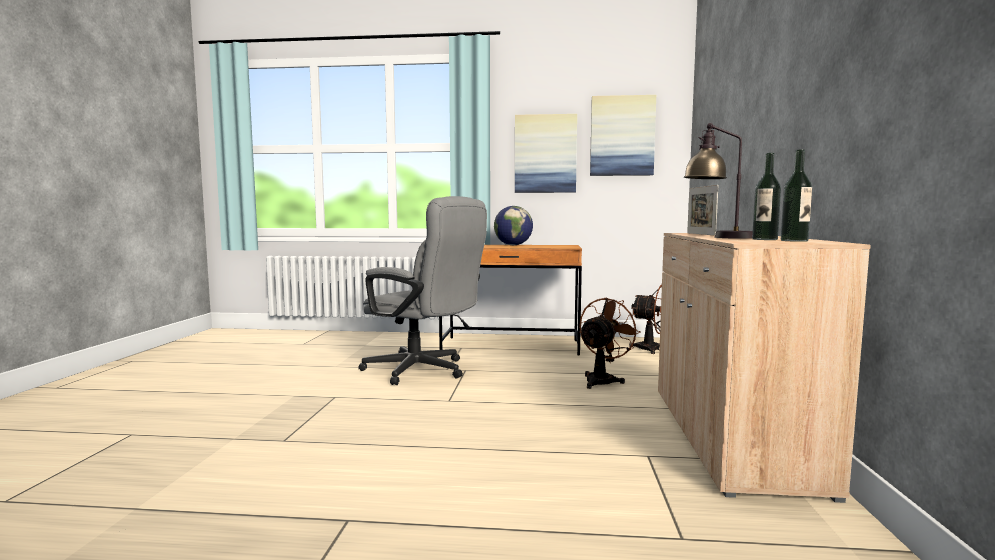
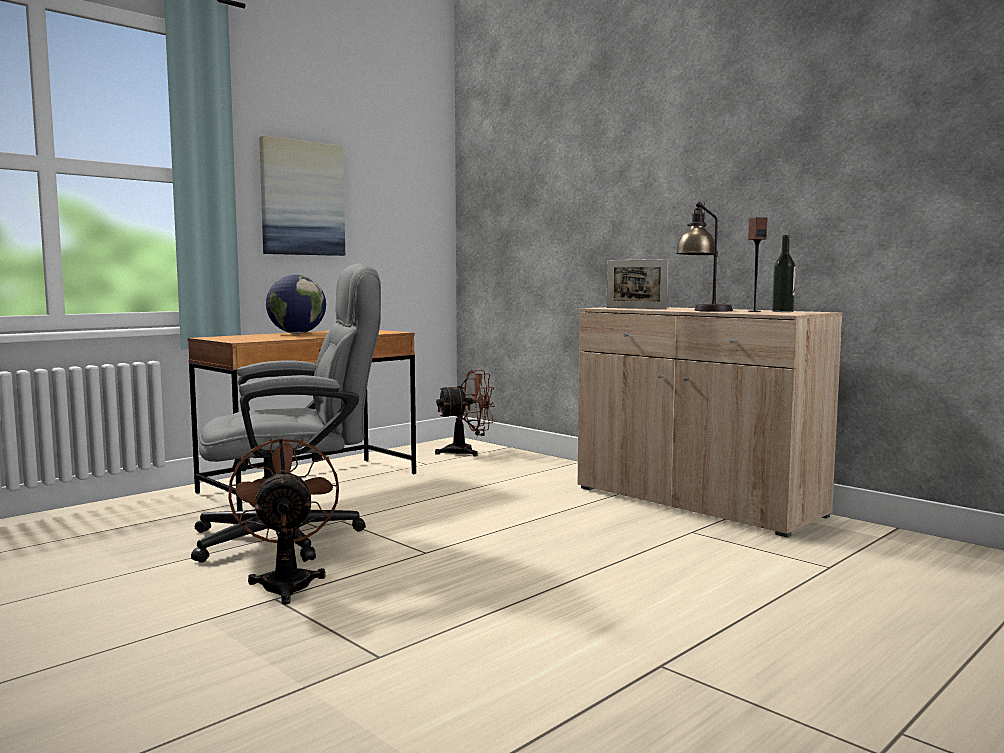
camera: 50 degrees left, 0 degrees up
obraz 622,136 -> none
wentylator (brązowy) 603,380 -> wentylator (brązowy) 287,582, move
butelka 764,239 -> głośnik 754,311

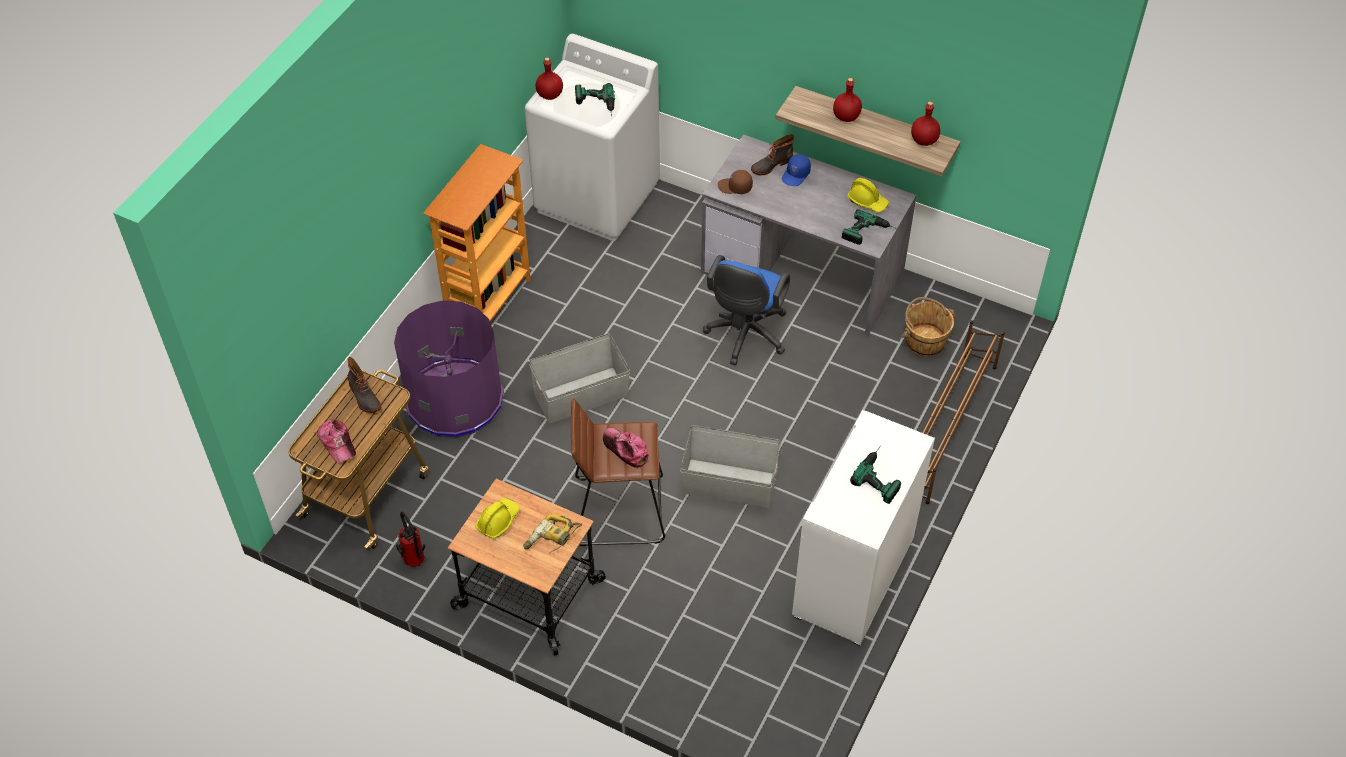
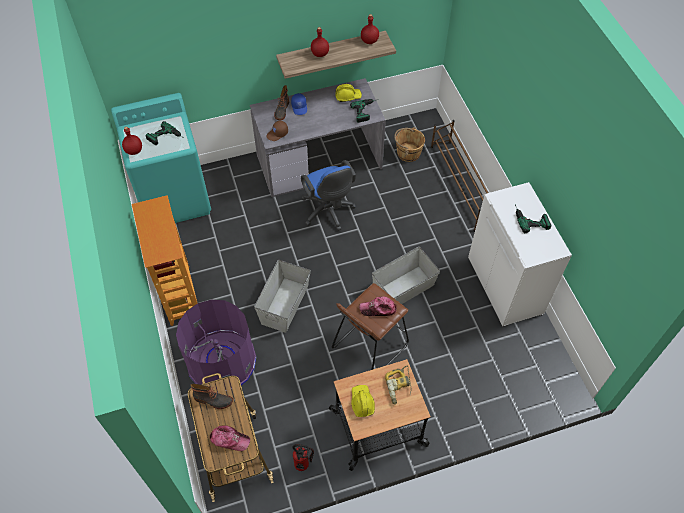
camera: 45 degrees left, 5 degrees up
pralka (biały) 597,197 -> pralka (turkusowy) 175,197

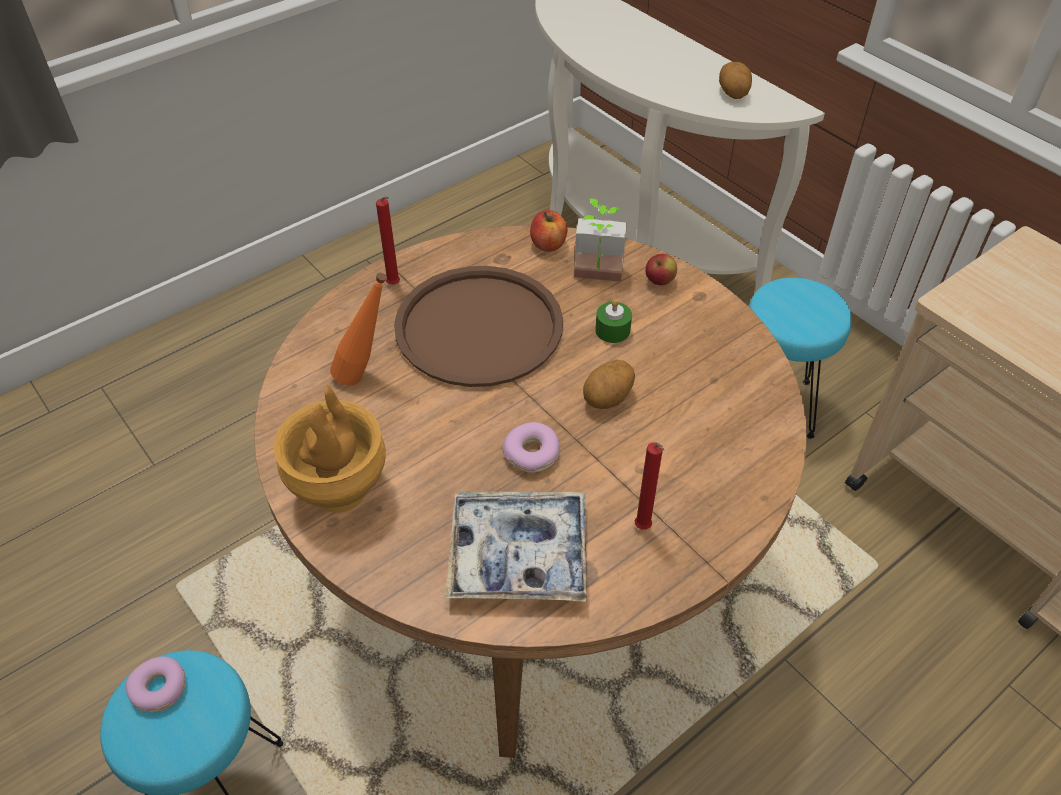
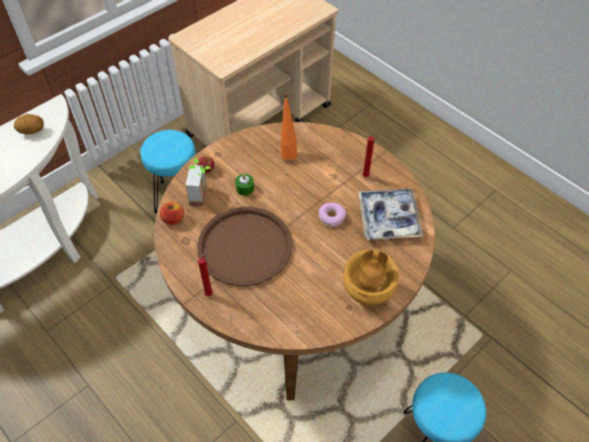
camera: 95 degrees left, 5 degrees up
donut 159,689 -> none
ziemniak 608,398 -> none
butelka (pomarańczowy) 366,376 -> butelka (pomarańczowy) 288,151, move

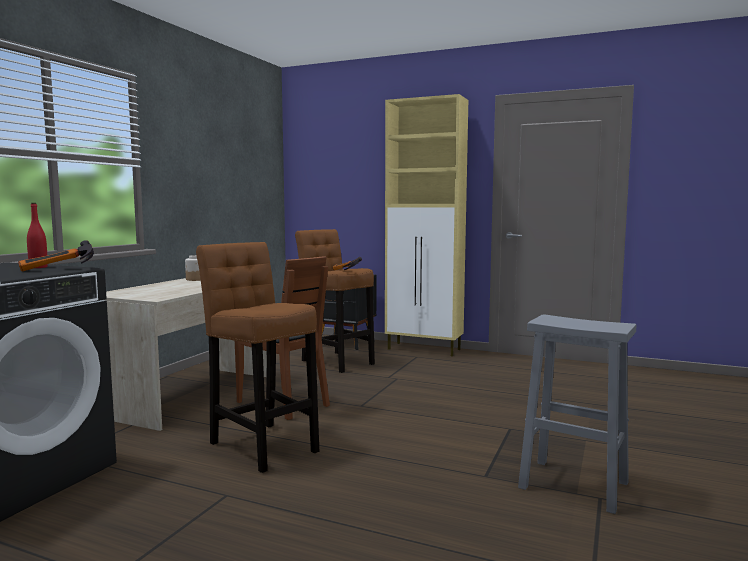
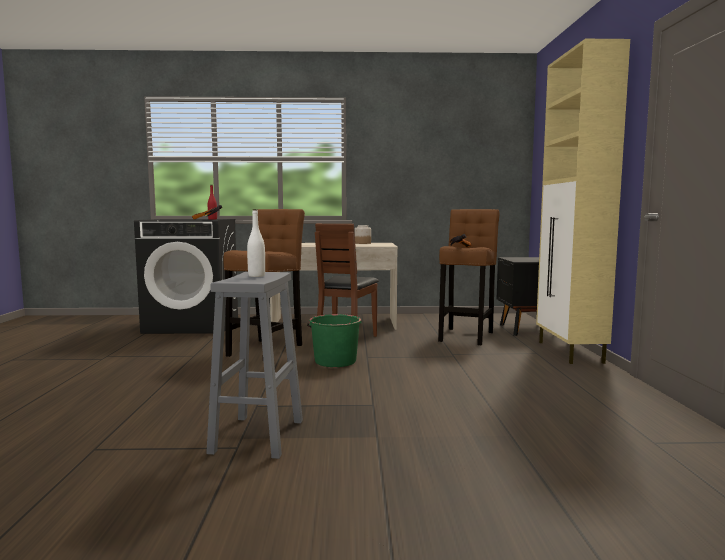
camera: 65 degrees right, 0 degrees up
none -> butelka (biały) 256,276
none -> wiadro (zielony) 335,361

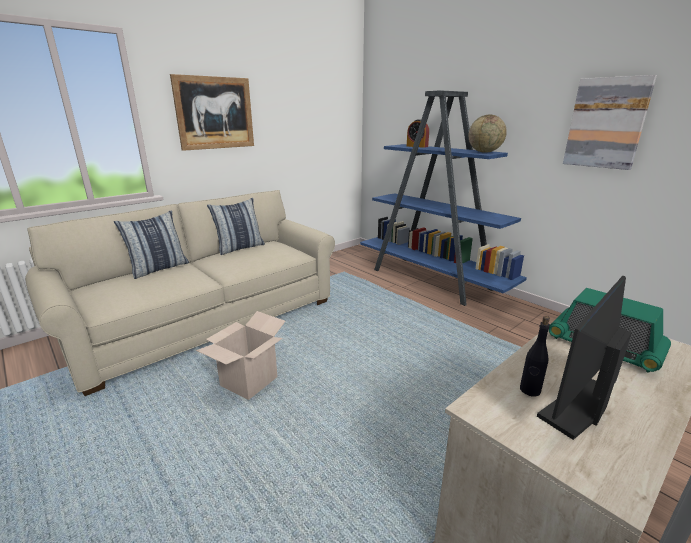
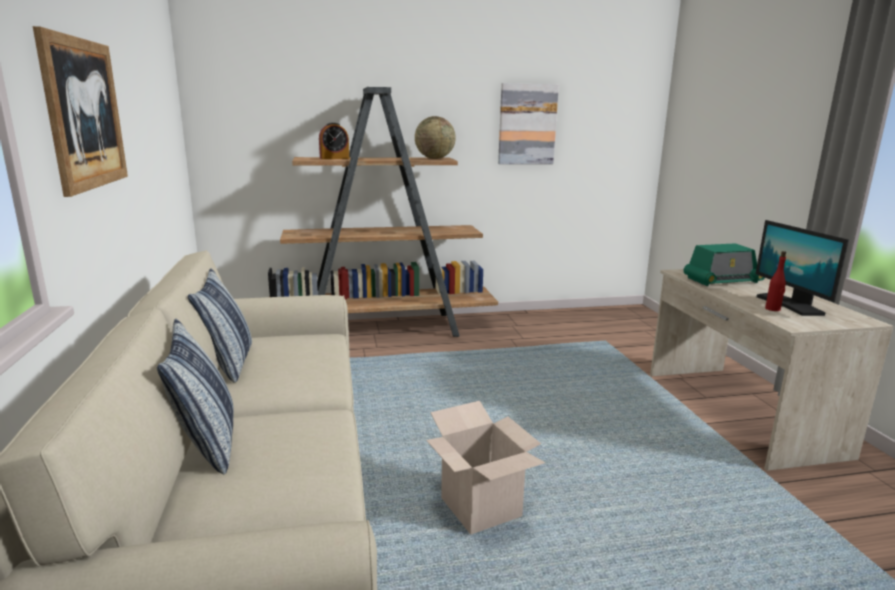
camera: 60 degrees left, 5 degrees down
regał (niebieski) 432,280 -> regał (brązowy) 384,329
butelka (czarny) 529,390 -> butelka (czerwony) 772,309

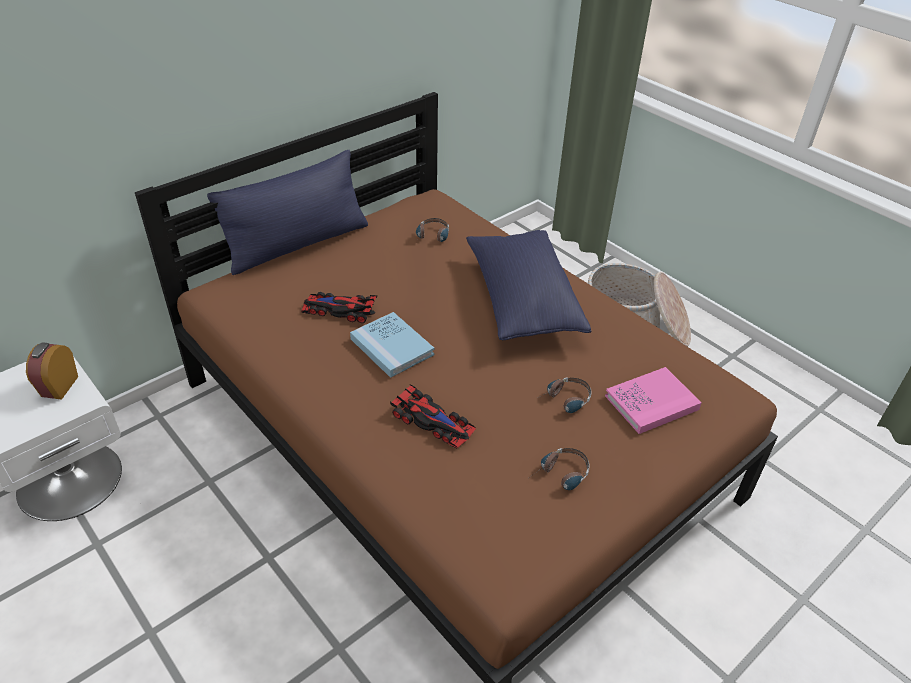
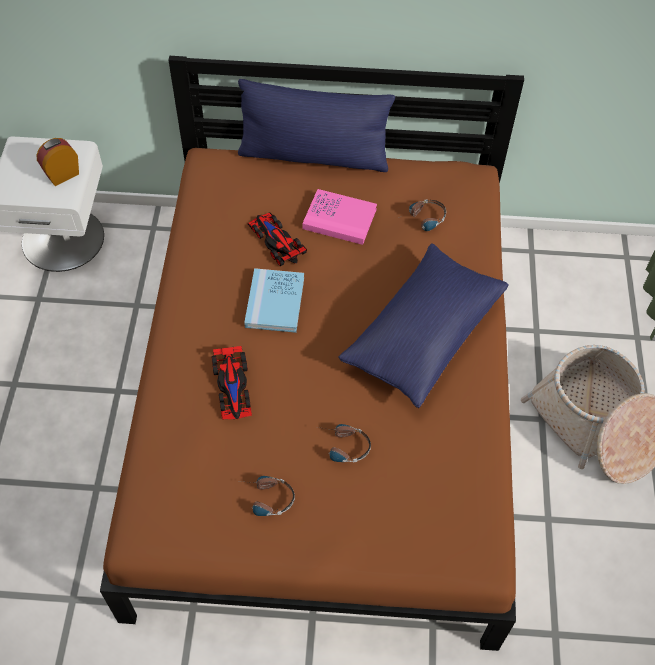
camera: 45 degrees right, 15 degrees up
książka (różowy) 651,402 -> książka (różowy) 339,219, move

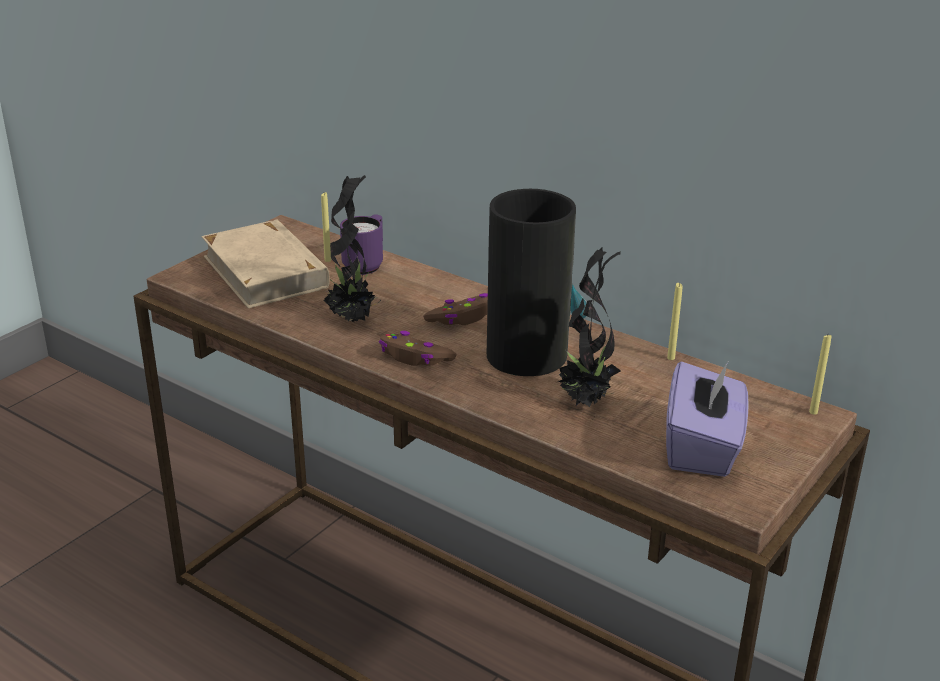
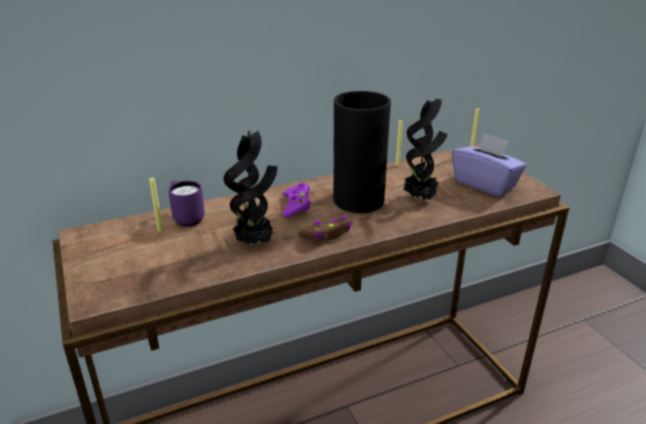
camera: 60 degrees left, 0 degrees up
książka (beżowy) 266,271 -> none
pad do gier (brązowy) 462,318 -> pad do gier (fioletowy) 296,206

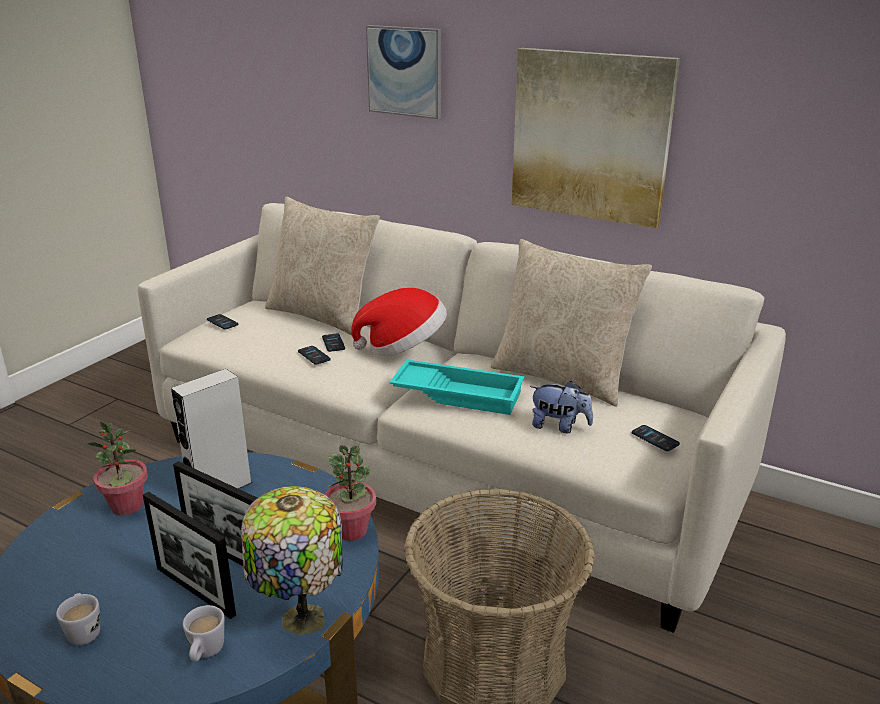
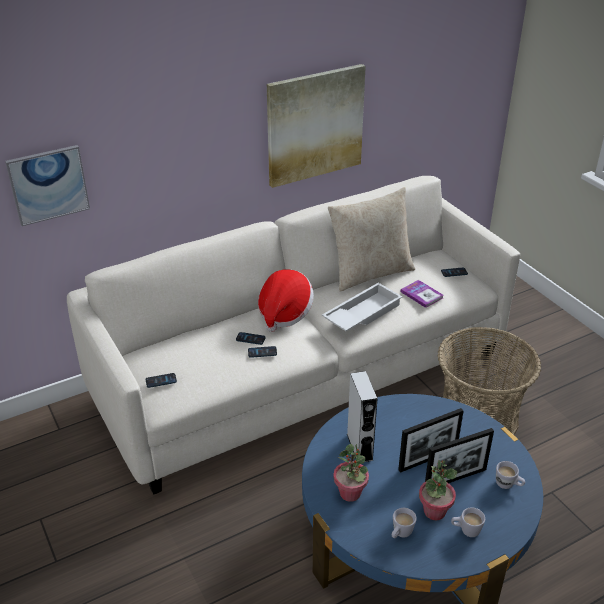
camera: 60 degrees left, 10 degrees up
lampa stołowa 300,621 -> none
poduszka (beżowy) 323,316 -> none
none -> kubek (biały) 400,534
roślina doniczkowa 351,530 -> roślina doniczkowa 434,511, move
obraz 405,71 -> obraz 48,184, move
pluszak 559,426 -> książka 422,295
taca (turkusowy) 459,393 -> taca (biały) 361,313

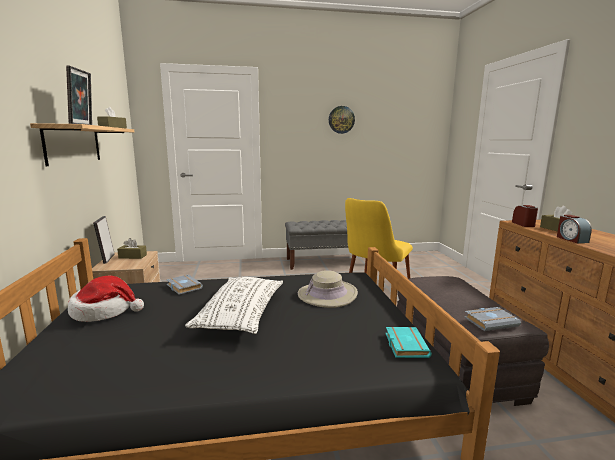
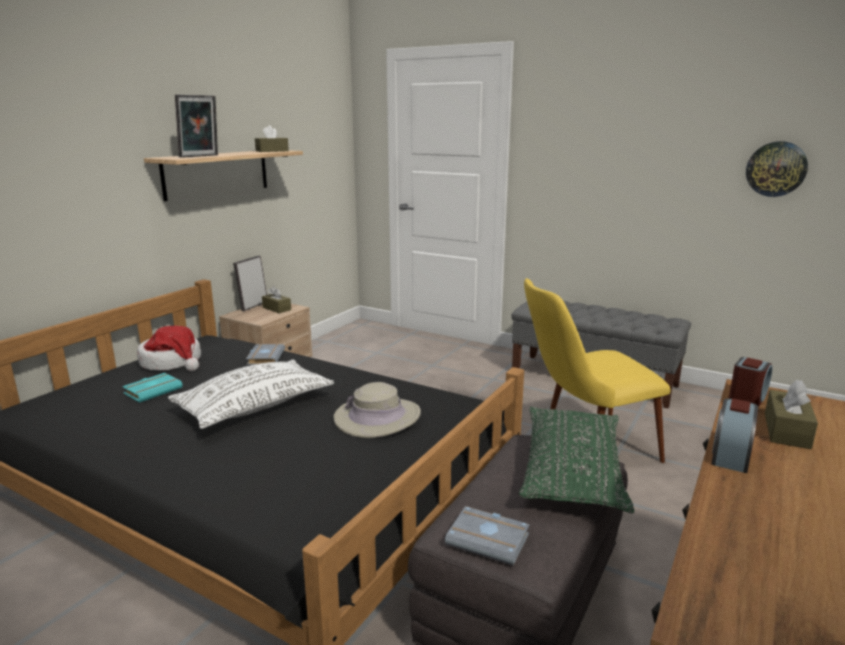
camera: 40 degrees right, 5 degrees up
none -> poduszka (zielony) 572,472
zegar ścienny 341,119 -> zegar ścienny 776,169, move
książka (turkusowy) 404,345 -> książka (turkusowy) 153,390, move

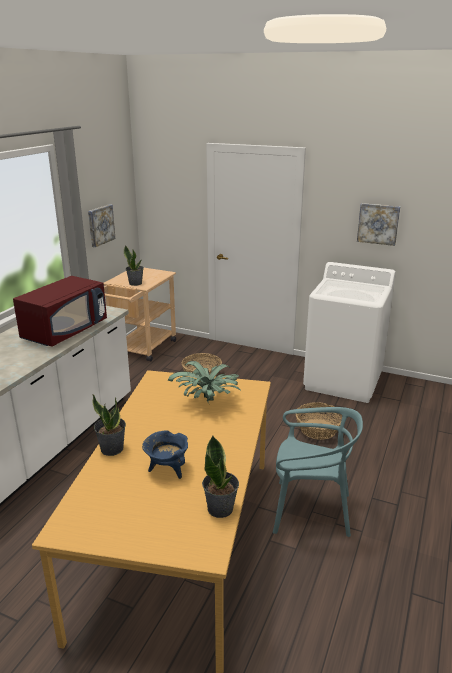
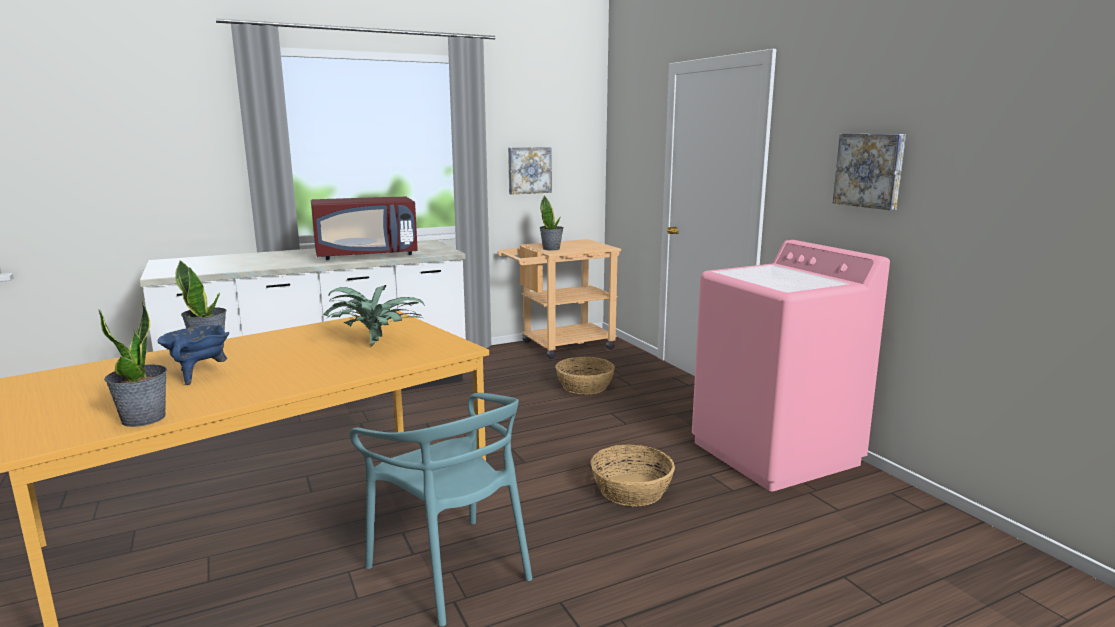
camera: 40 degrees right, 10 degrees down
pralka (biały) 343,381 -> pralka (różowy) 775,453

